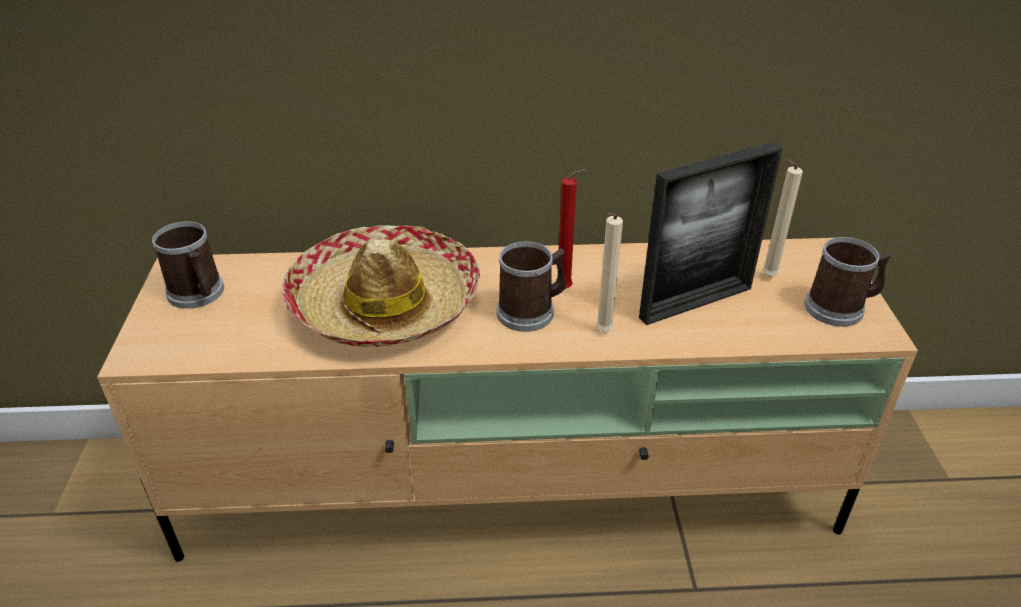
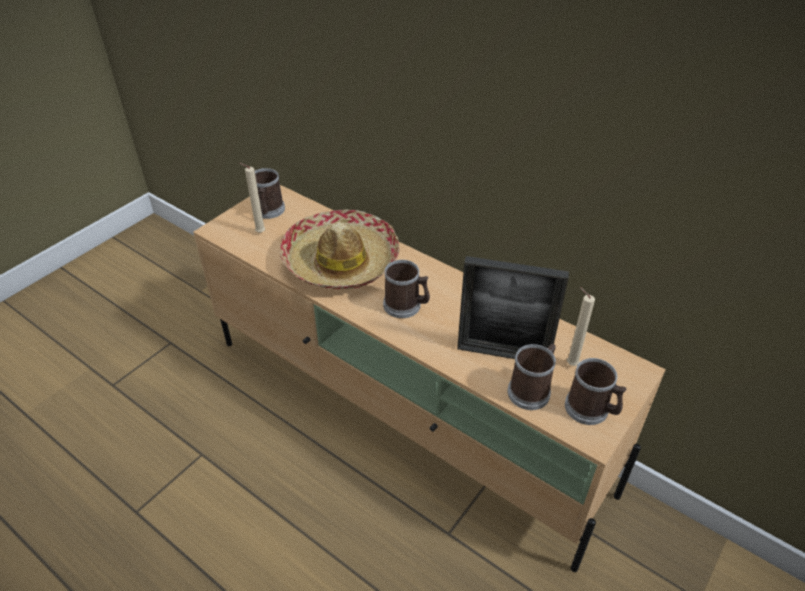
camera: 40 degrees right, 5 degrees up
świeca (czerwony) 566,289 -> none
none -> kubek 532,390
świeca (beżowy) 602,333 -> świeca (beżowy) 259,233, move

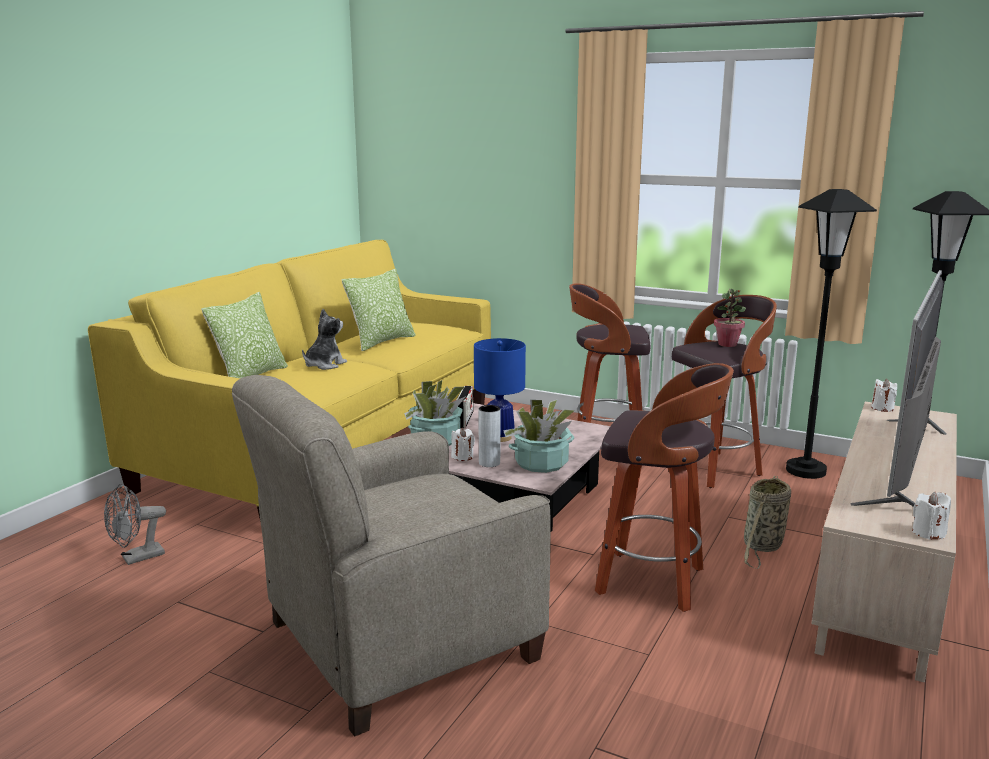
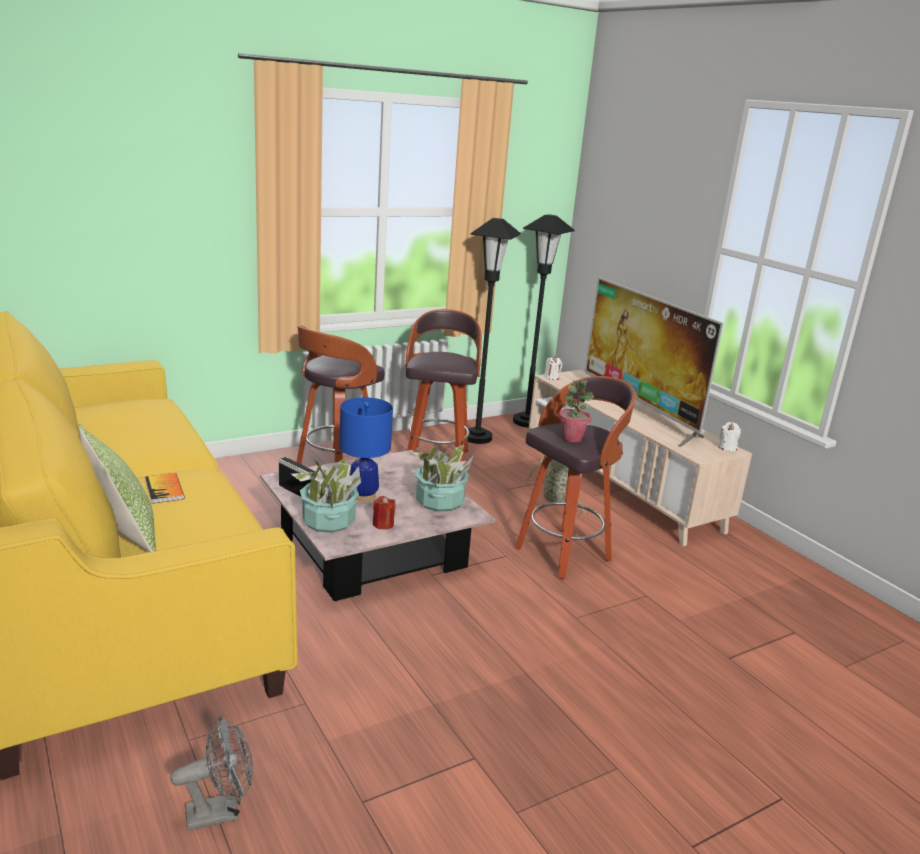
camera: 60 degrees left, 5 degrees up
fotel (beżowy) 398,641 -> none
poduszka 381,342 -> none
wazon (szary) 489,463 -> none
roślina doniczkowa 727,344 -> roślina doniczkowa 572,438, move
pluszak 324,365 -> książka 164,489
świeca (biały) 462,457 -> świeca (czerwony) 383,524
wentylator (szary) 137,558 -> wentylator (szary) 221,812, 105 degrees counterclockwise

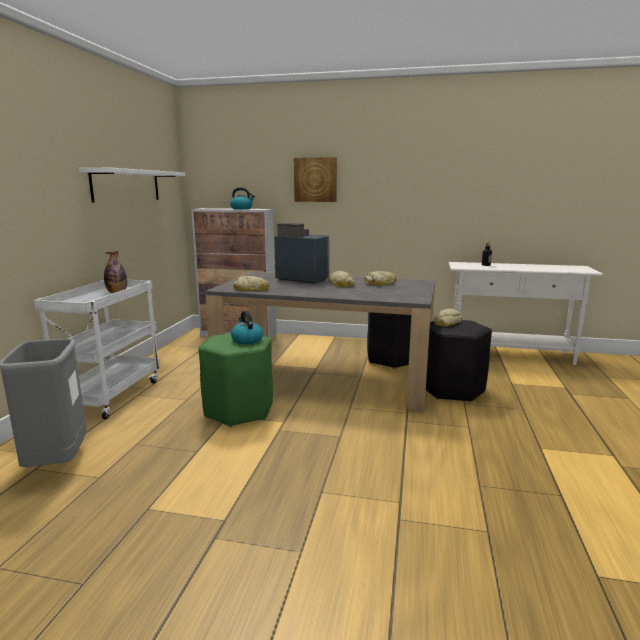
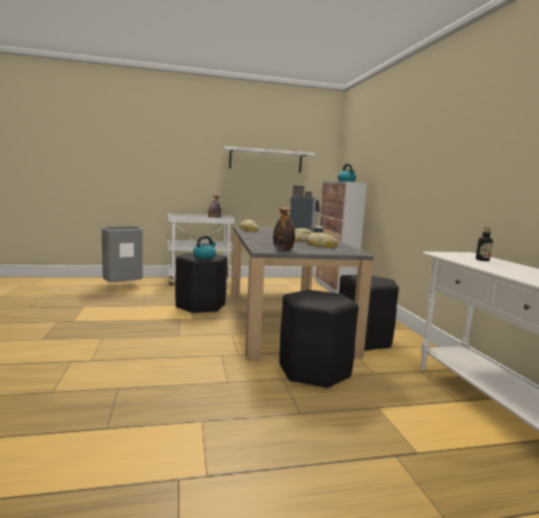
camera: 65 degrees right, 5 degrees down
obraz 315,179 -> none
chleb 446,322 -> none
none -> butelka 283,250
stołek (zielony) 238,410 -> stołek (czarny) 200,306

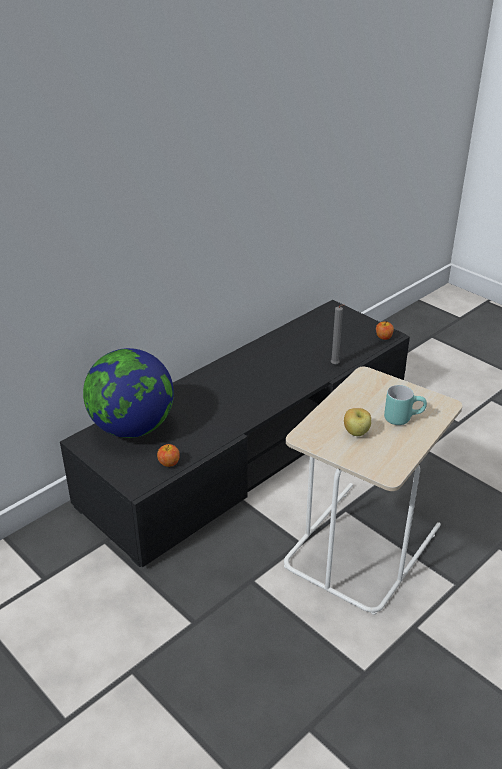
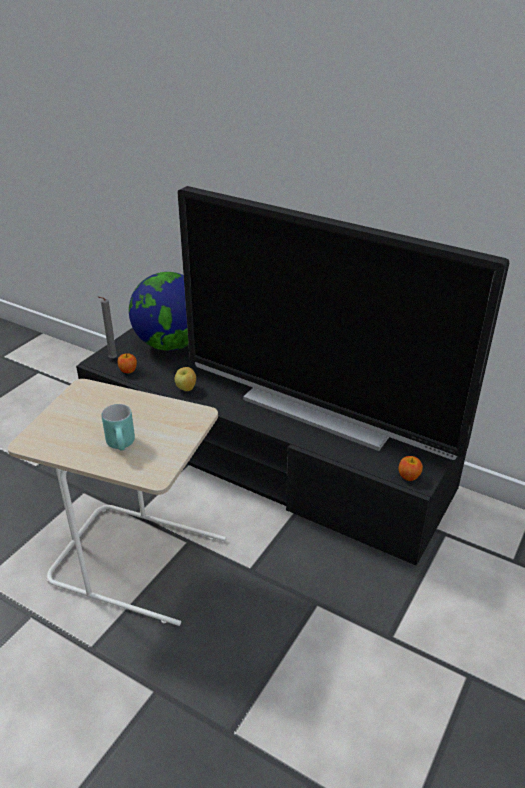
camera: 75 degrees right, 0 degrees up
none -> telewizor 319,411
świeca (szary) 335,365 -> świeca (szary) 112,359, move
jabłko 356,433 -> jabłko 186,389, move

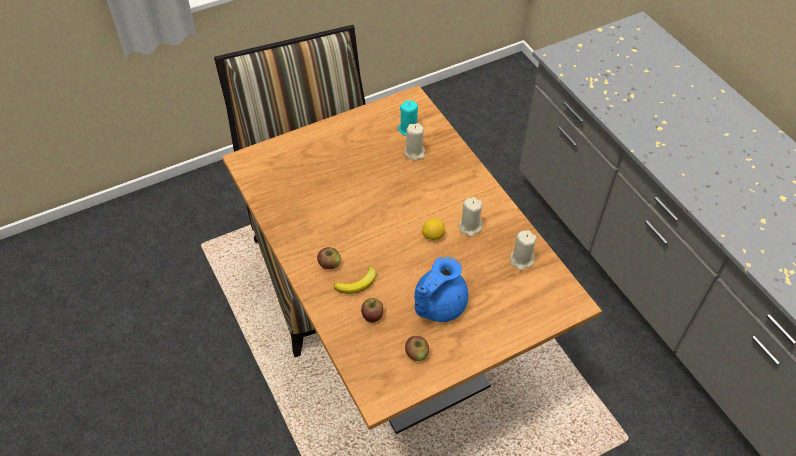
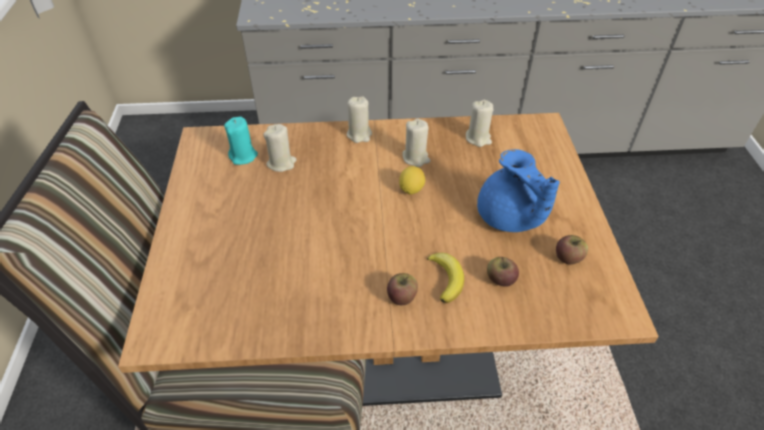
camera: 65 degrees left, 5 degrees down
none -> świeca (beżowy) 359,134

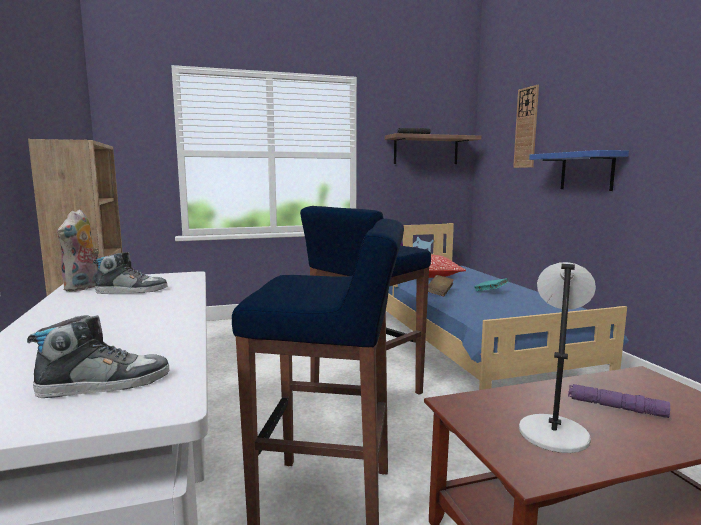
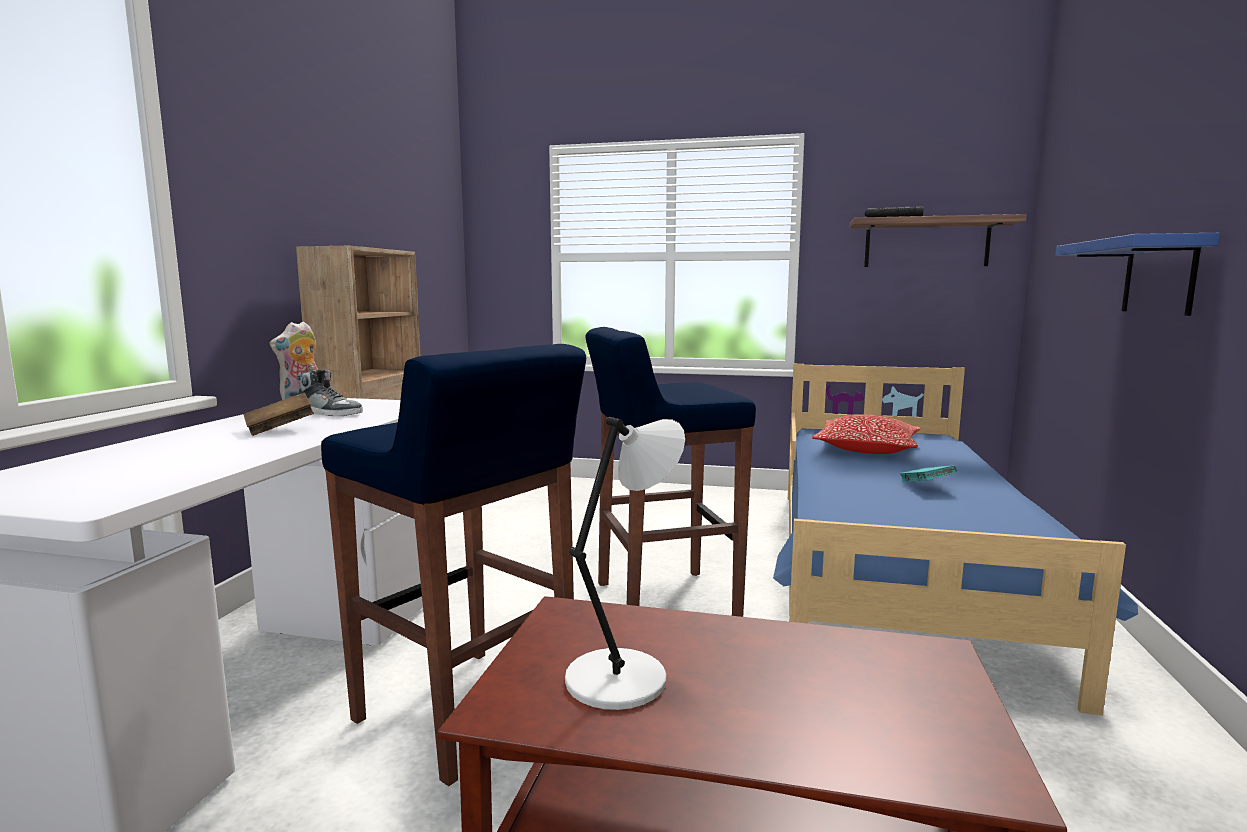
camera: 30 degrees right, 0 degrees up
but 105,384 -> none
zegar ścienny 526,128 -> none
latarka (fioletowy) 615,407 -> none
książka (brązowy) 439,292 -> książka (brązowy) 280,430, move

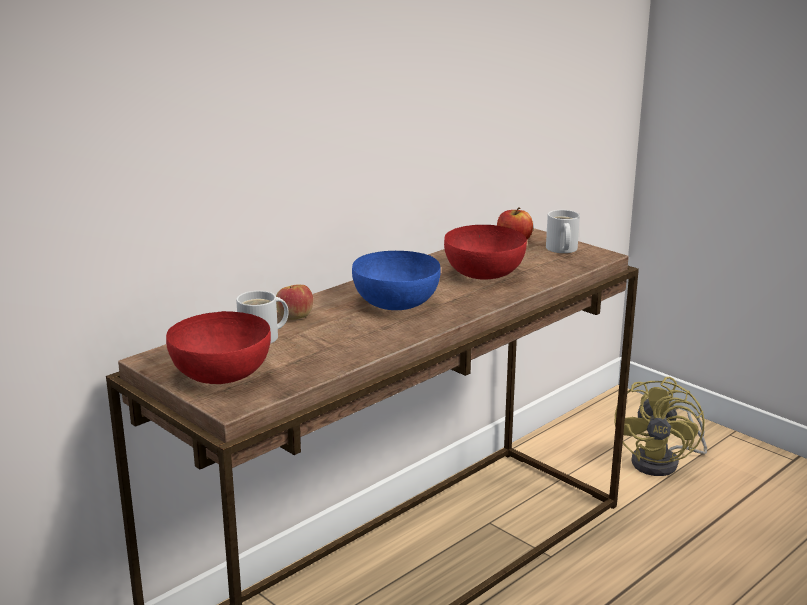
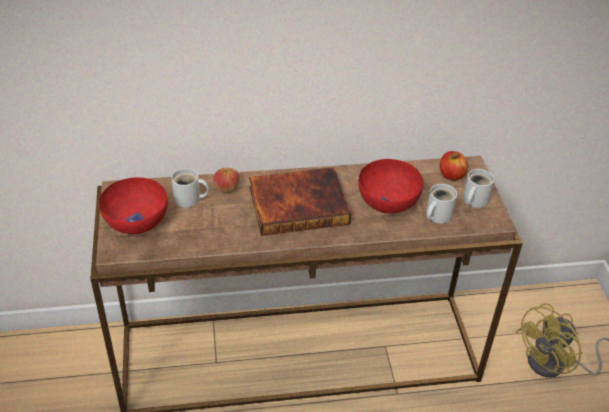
camera: 35 degrees right, 20 degrees up
none -> kubek (biały) 436,215
miska (niebieski) 396,302 -> książka 299,204

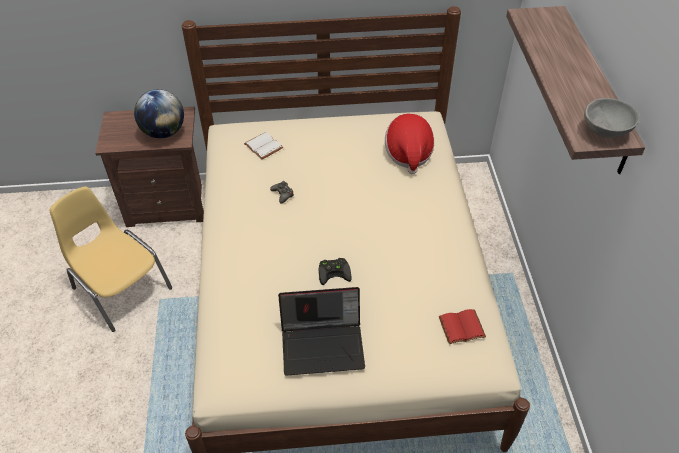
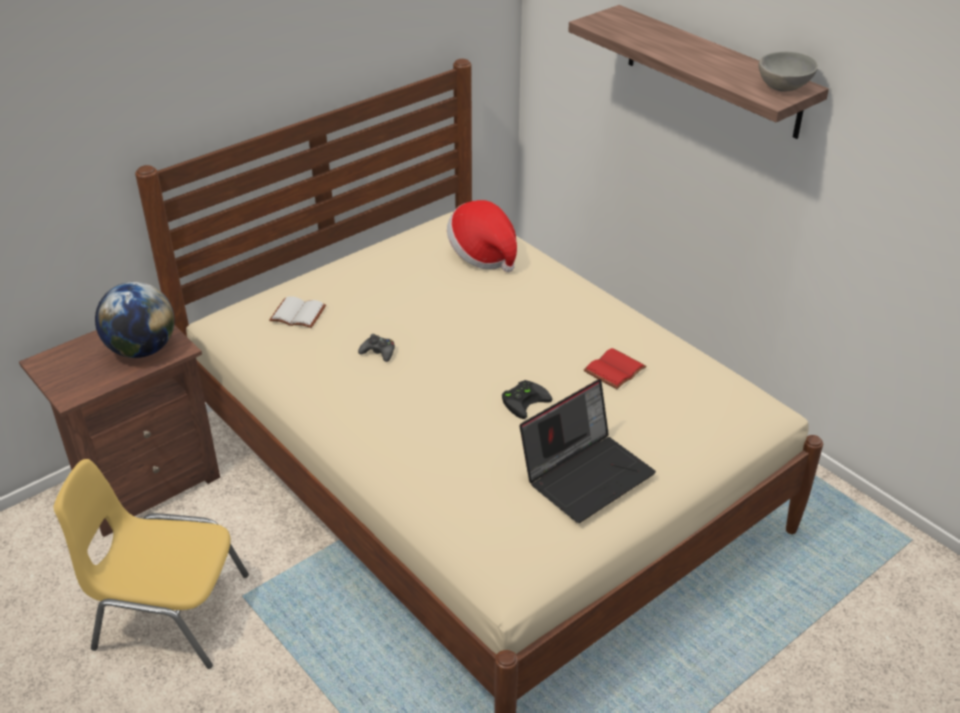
camera: 35 degrees left, 10 degrees down
książka (czerwony) 461,328 -> książka (czerwony) 615,371, move

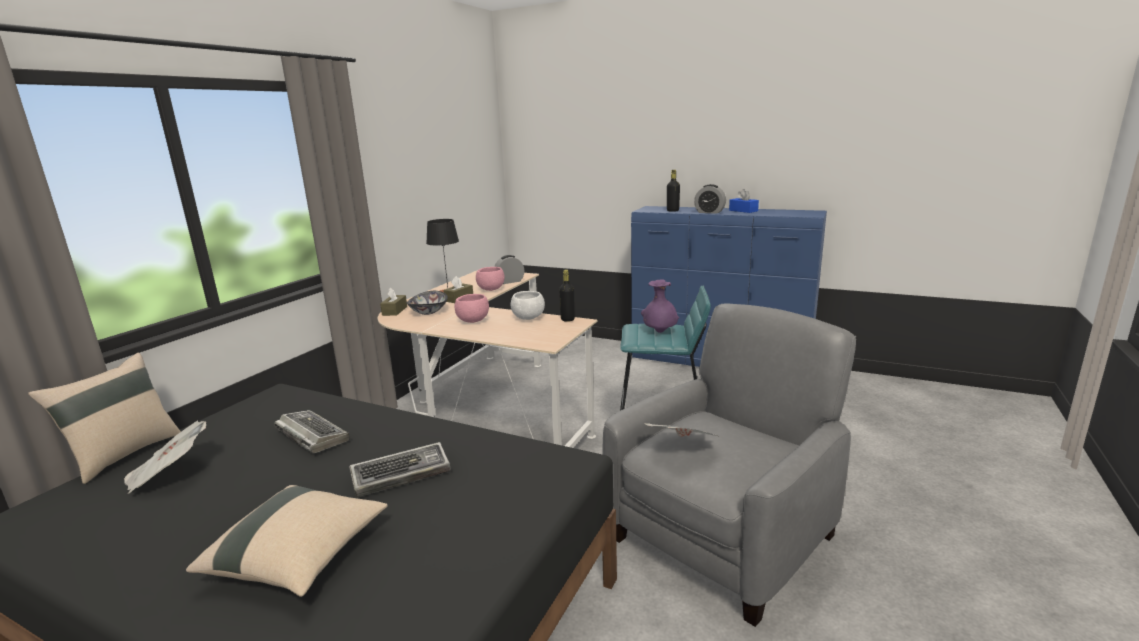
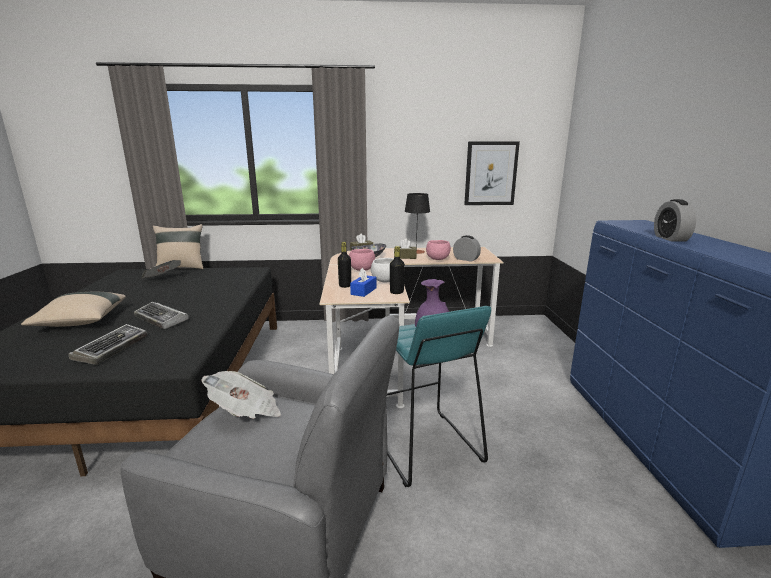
camera: 60 degrees right, 0 degrees up
none -> obraz 490,173
klawiatura 311,436 -> klawiatura 112,348, move
butelka (czarny) 673,211 -> butelka (czarny) 345,286, move
pudełko chusteczek (niebieski) 743,211 -> pudełko chusteczek (niebieski) 363,291, move

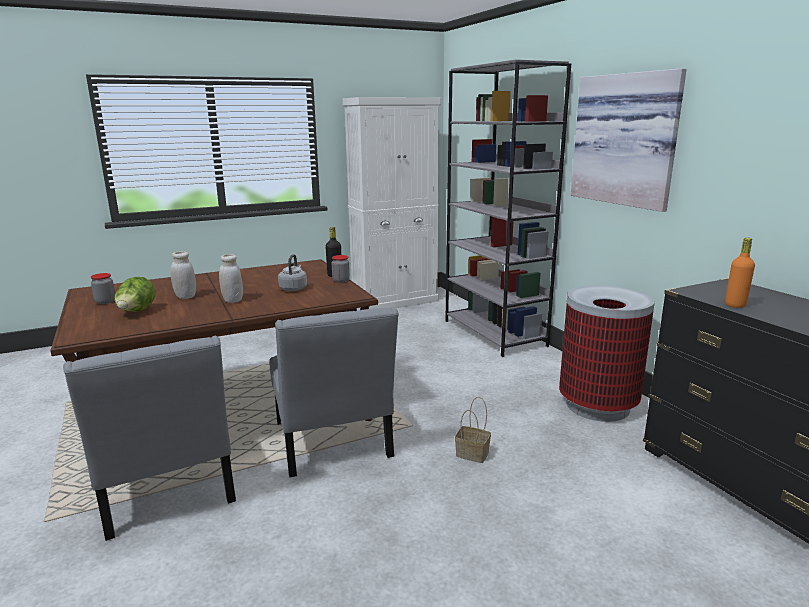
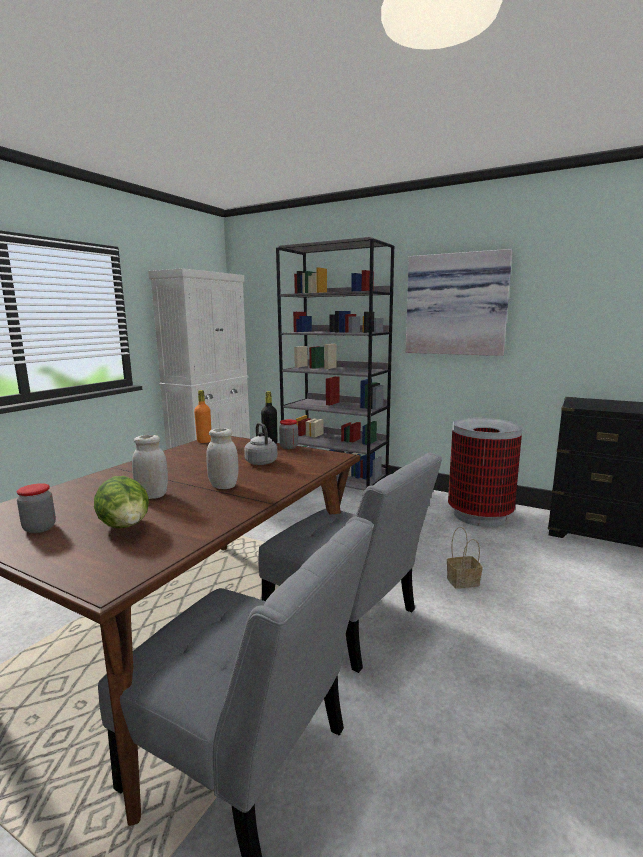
camera: 35 degrees left, 5 degrees down
butelka (pomarańczowy) 735,305 -> butelka (pomarańczowy) 204,441, move

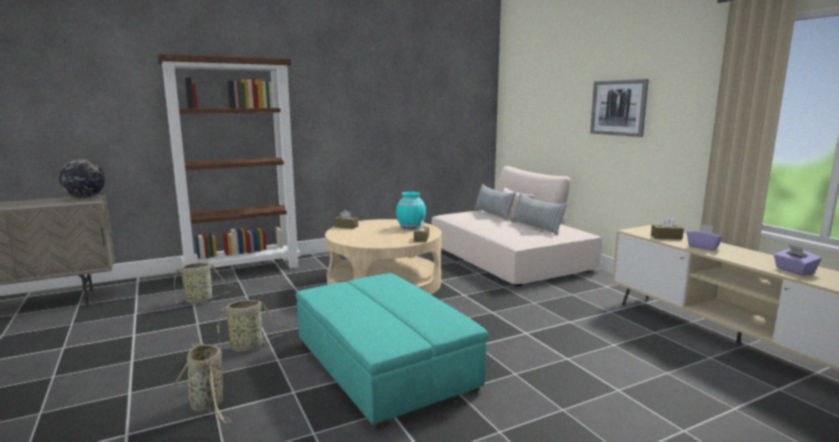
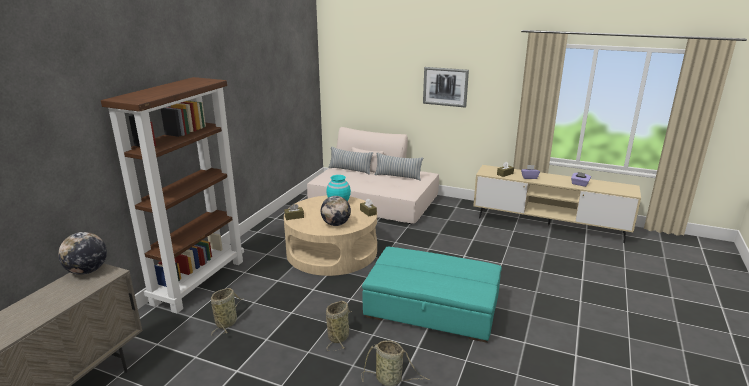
camera: 40 degrees left, 10 degrees up
none -> globus 336,224

